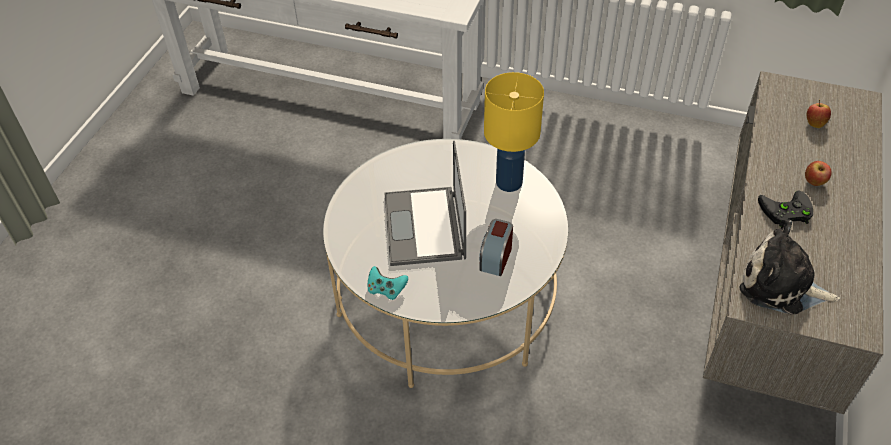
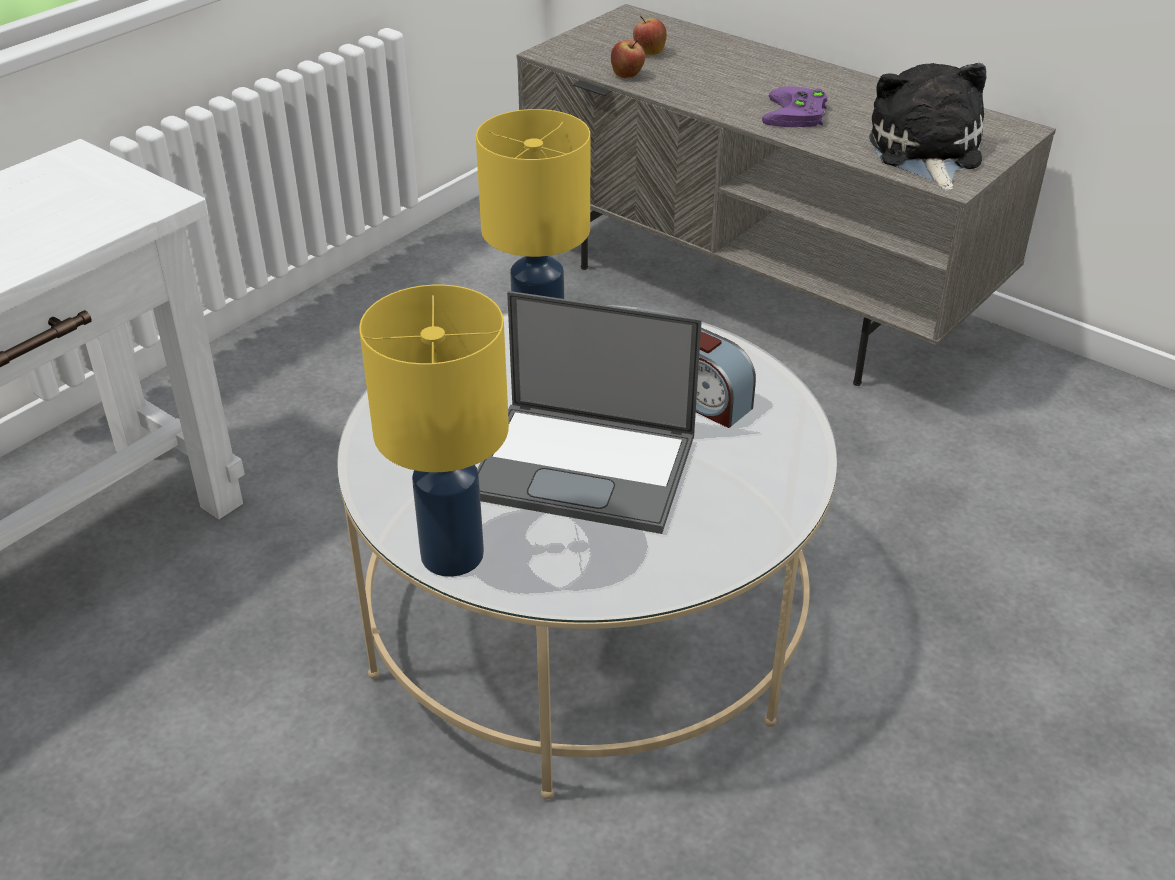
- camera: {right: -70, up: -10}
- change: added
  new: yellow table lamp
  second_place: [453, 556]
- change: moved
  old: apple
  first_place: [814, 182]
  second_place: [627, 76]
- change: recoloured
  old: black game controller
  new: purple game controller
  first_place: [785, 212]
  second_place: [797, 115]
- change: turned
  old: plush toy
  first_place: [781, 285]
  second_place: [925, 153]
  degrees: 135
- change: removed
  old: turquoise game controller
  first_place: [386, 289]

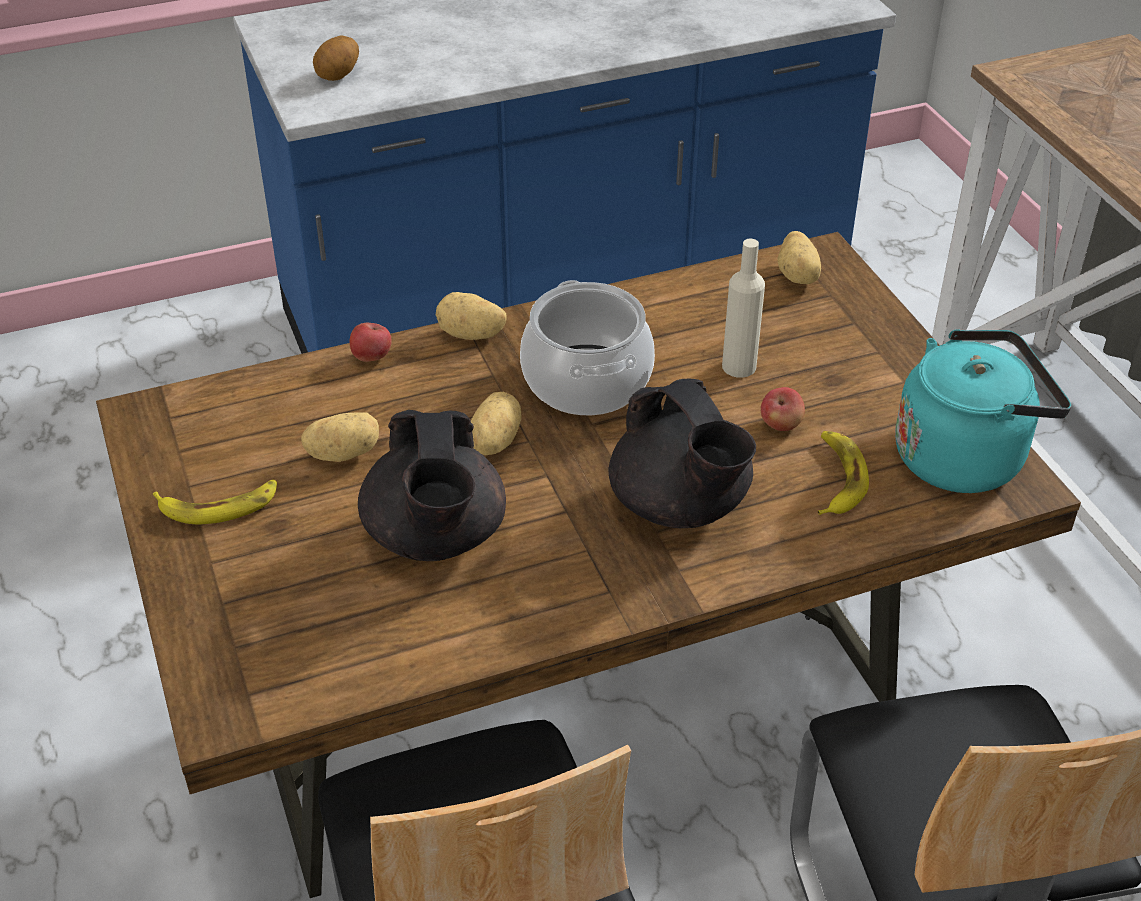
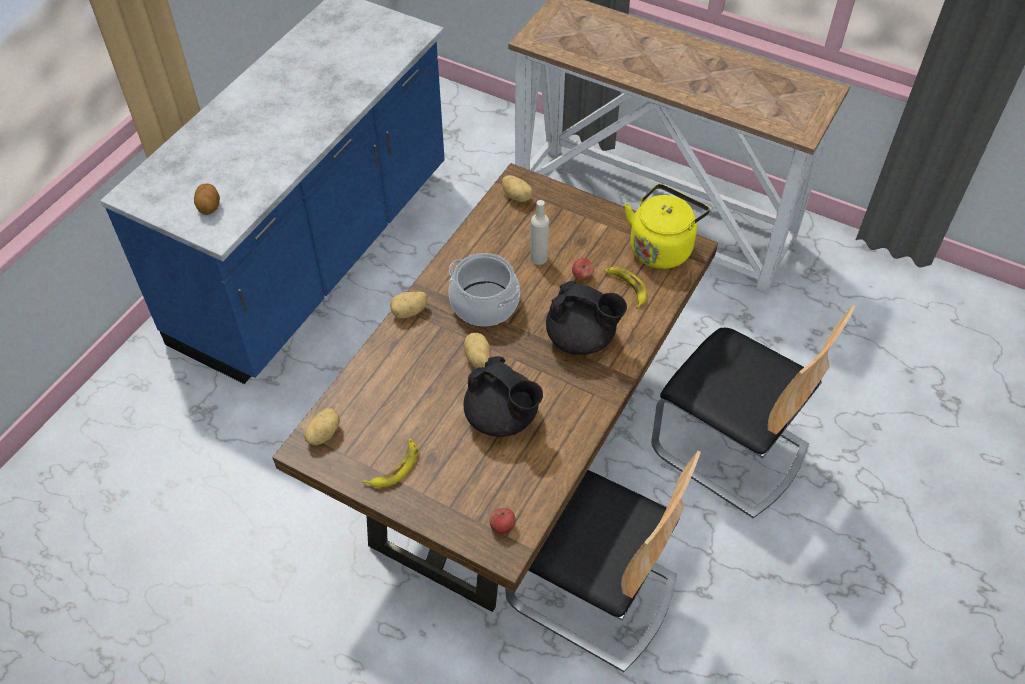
- camera: {right: -40, up: 10}
- change: moved
  old: potato
  first_place: [343, 453]
  second_place: [323, 433]
- change: moved
  old: apple
  first_place: [371, 357]
  second_place: [502, 527]
- change: recoloured
  old: turquoise kettle
  new: yellow kettle
  first_place: [965, 456]
  second_place: [662, 247]

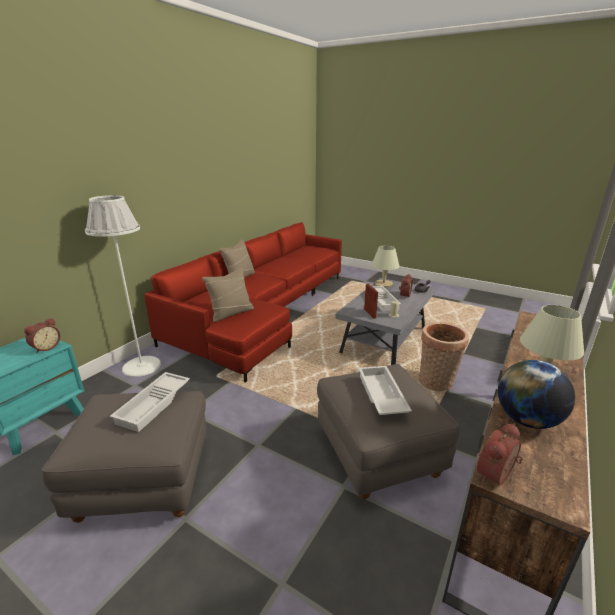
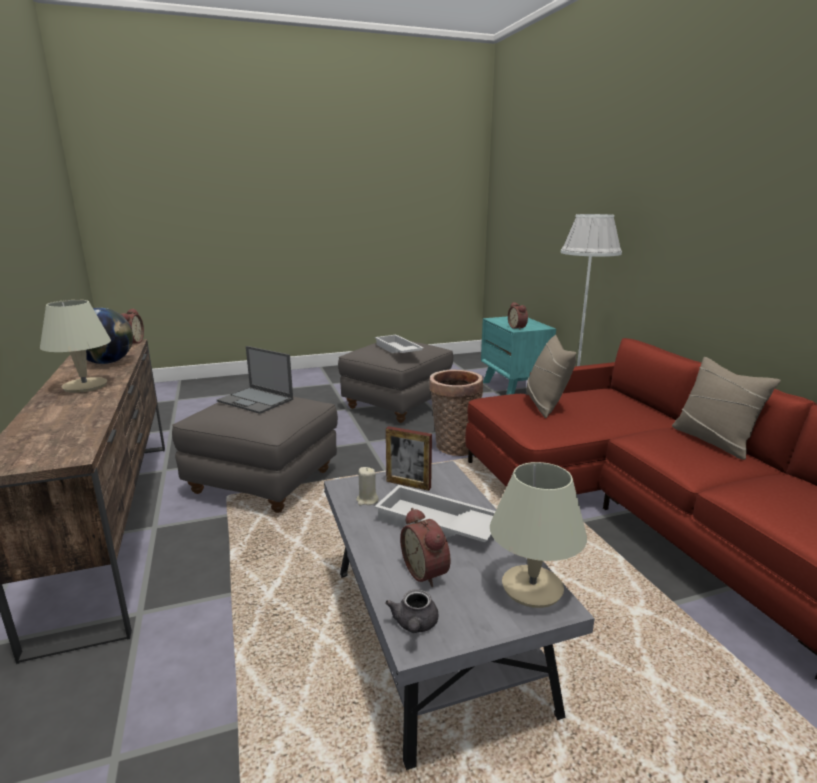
- camera: {right: 130, up: -5}
- change: replaced
  old: white tray
  new: laptop
  first_place: [380, 395]
  second_place: [256, 400]
- change: moved
  old: basket
  first_place: [437, 383]
  second_place: [453, 446]

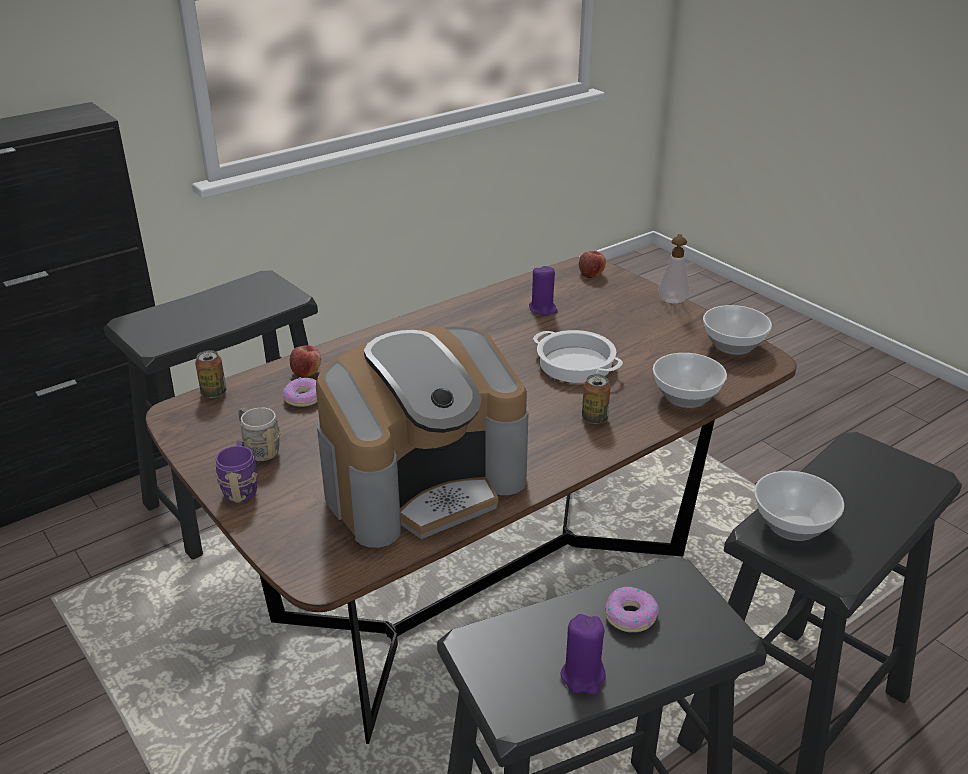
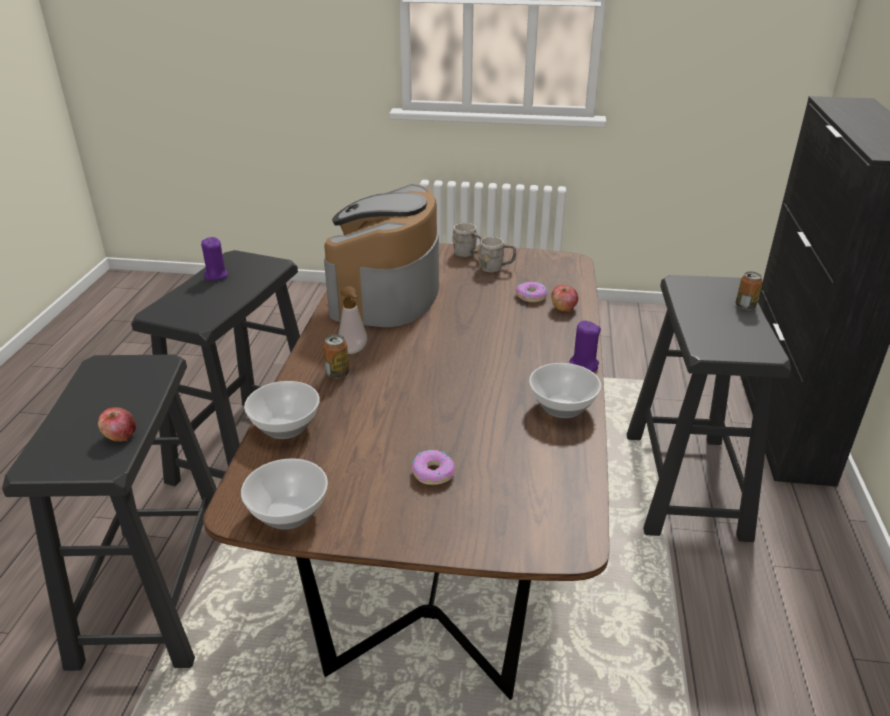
- camera: {right: 135, up: 0}
- change: moved
  old: apple
  first_place: [591, 274]
  second_place: [120, 436]
- change: moved
  old: soap dispenser
  first_place: [672, 300]
  second_place: [354, 351]
- change: moved
  old: donut
  first_place: [630, 615]
  second_place: [433, 472]
- change: recoloured
  old: purple mug
  new: grey mug
  first_place: [241, 487]
  second_place: [468, 254]
- change: moved
  old: bowl
  first_place: [794, 526]
  second_place: [561, 406]
- change: moved
  old: purple candle
  first_place: [543, 309]
  second_place: [583, 365]
- change: moved
  old: can
  first_place: [214, 393]
  second_place: [745, 306]
- change: removed
  old: cooking pot
  first_place: [574, 364]

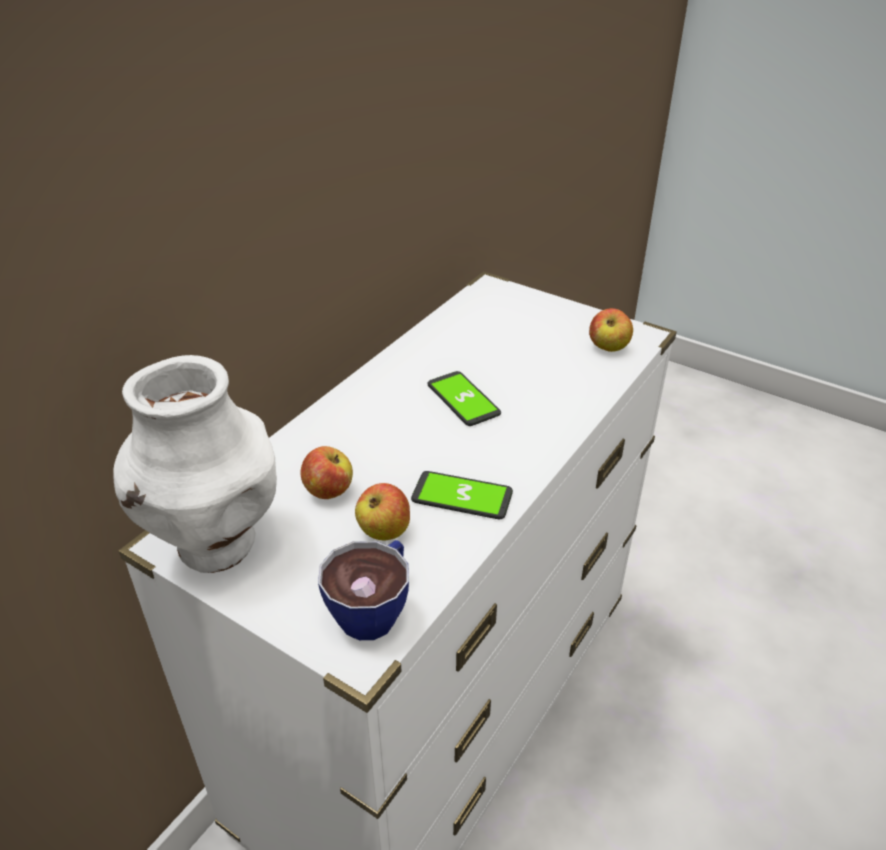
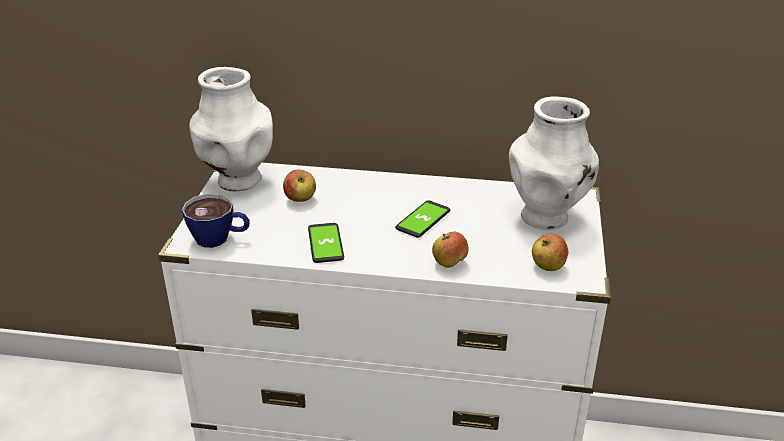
- camera: {right: 65, up: -5}
- change: moved
  old: apple
  first_place: [384, 531]
  second_place: [449, 263]
- change: added
  new: white vase
  second_place: [546, 217]

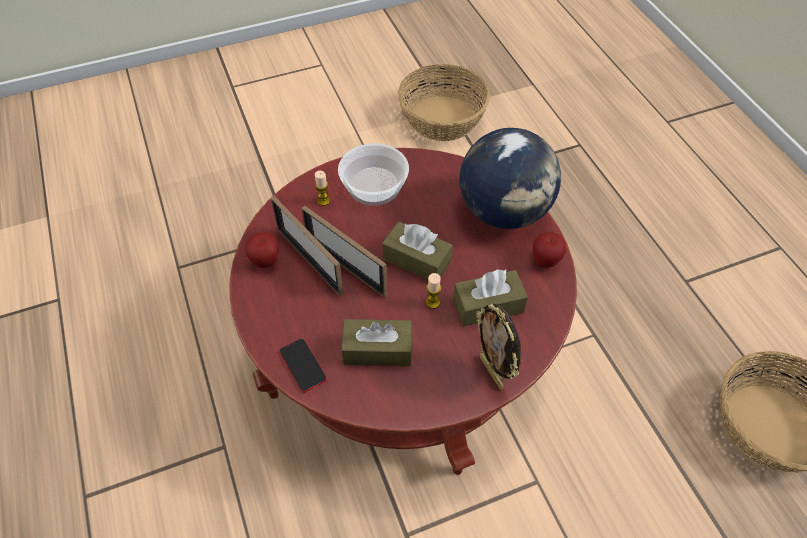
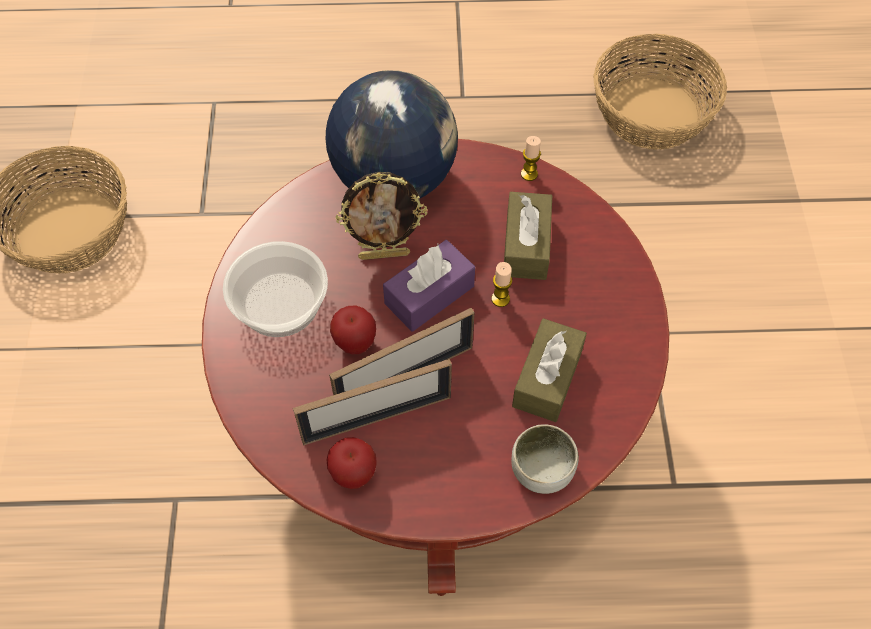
- camera: {right: -70, up: 5}
- change: moved
  old: apple
  first_place: [545, 261]
  second_place: [355, 343]
- change: moved
  old: picture frame
  first_place: [492, 372]
  second_place: [384, 254]
- change: recoloured
  old: brown tissue box
  new: purple tissue box
  first_place: [417, 260]
  second_place: [429, 295]
- change: replaced
  old: phone
  new: bowl
  first_place: [303, 365]
  second_place: [542, 469]
- change: moved
  old: candle
  first_place: [323, 200]
  second_place: [529, 174]

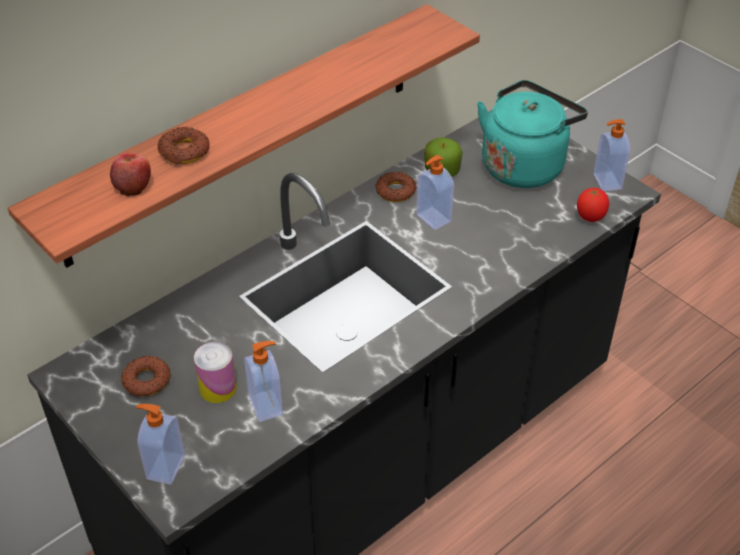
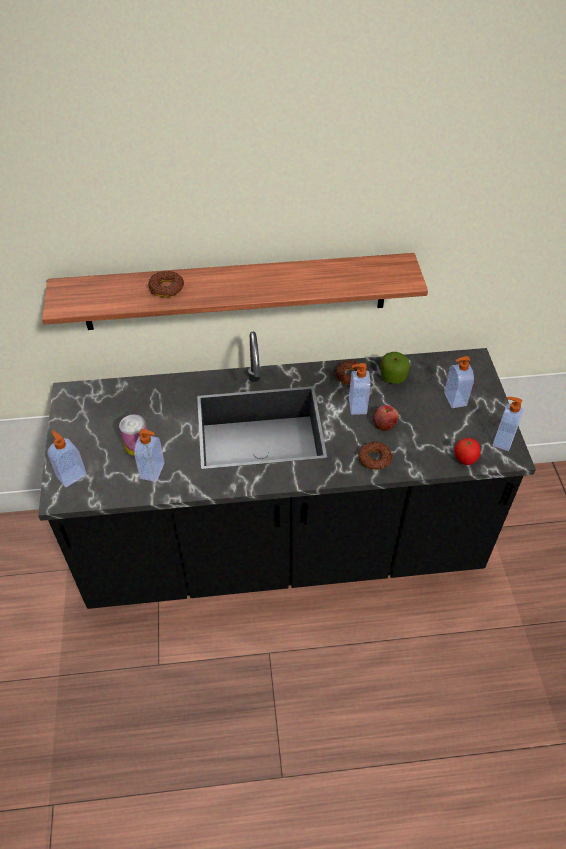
- camera: {right: 35, up: 5}
- change: moved
  old: donut
  first_place: [146, 381]
  second_place: [374, 458]
- change: moved
  old: apple
  first_place: [133, 186]
  second_place: [384, 424]
- change: replaced
  old: turquoise kettle
  new: soap dispenser
  first_place: [524, 164]
  second_place: [454, 399]

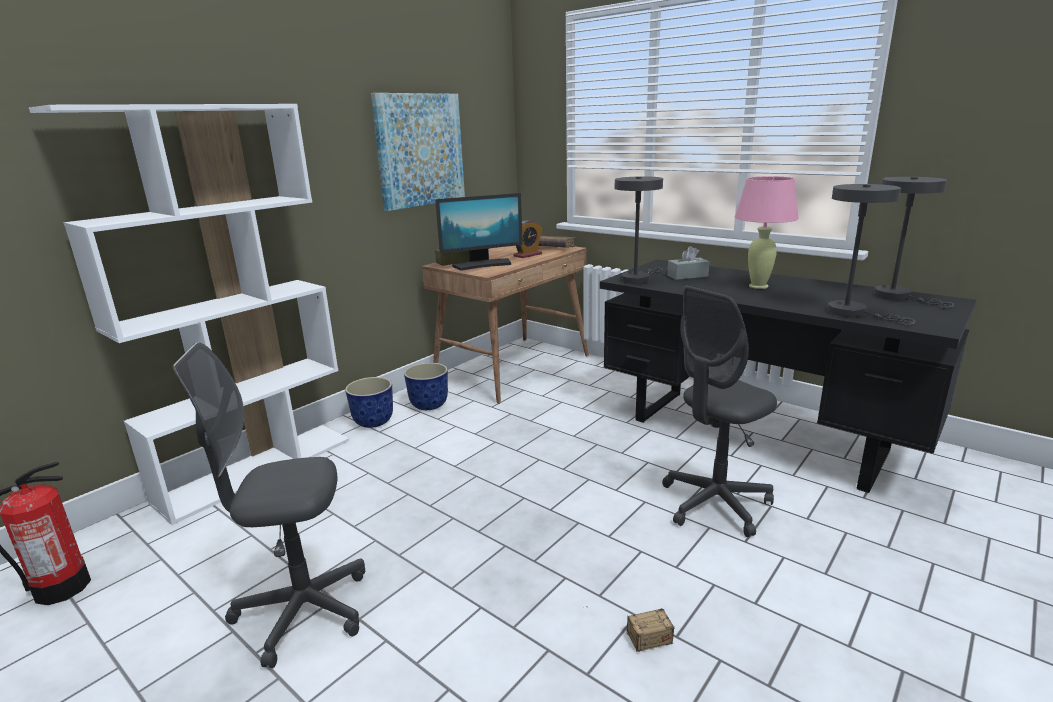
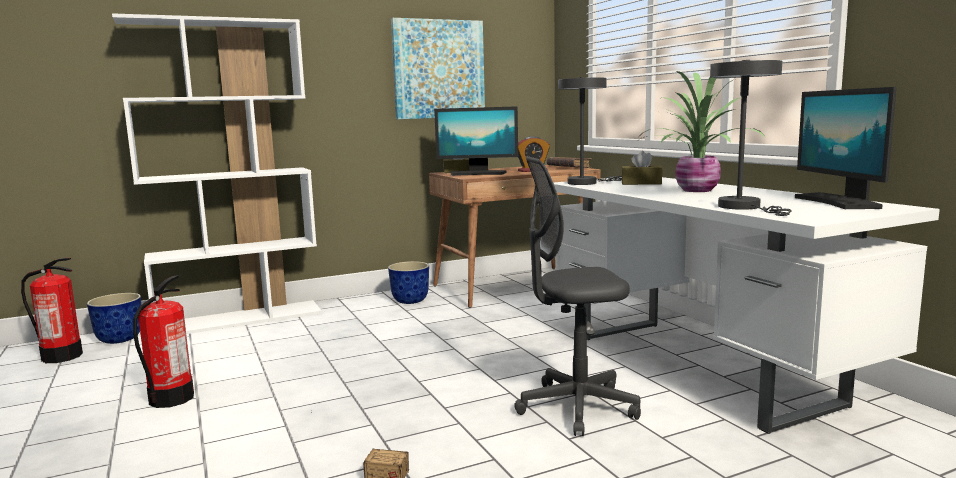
- camera: {right: 25, up: -10}
- change: moved
  old: planter
  first_place: [374, 422]
  second_place: [120, 339]
- change: replaced
  old: grey office chair
  new: fire extinguisher
  first_place: [303, 611]
  second_place: [170, 399]
- change: recoloured
  old: black desk
  new: white desk
  first_place: [756, 434]
  second_place: [699, 367]
- change: recoloured
  old: grey tissue box
  new: brown tissue box
  first_place: [687, 276]
  second_place: [641, 183]
- change: replaced
  old: pink table lamp
  new: potted plant
  first_place: [758, 286]
  second_place: [695, 190]
- change: replaced
  old: grey table lamp
  new: monitor
  first_place: [898, 296]
  second_place: [838, 202]

